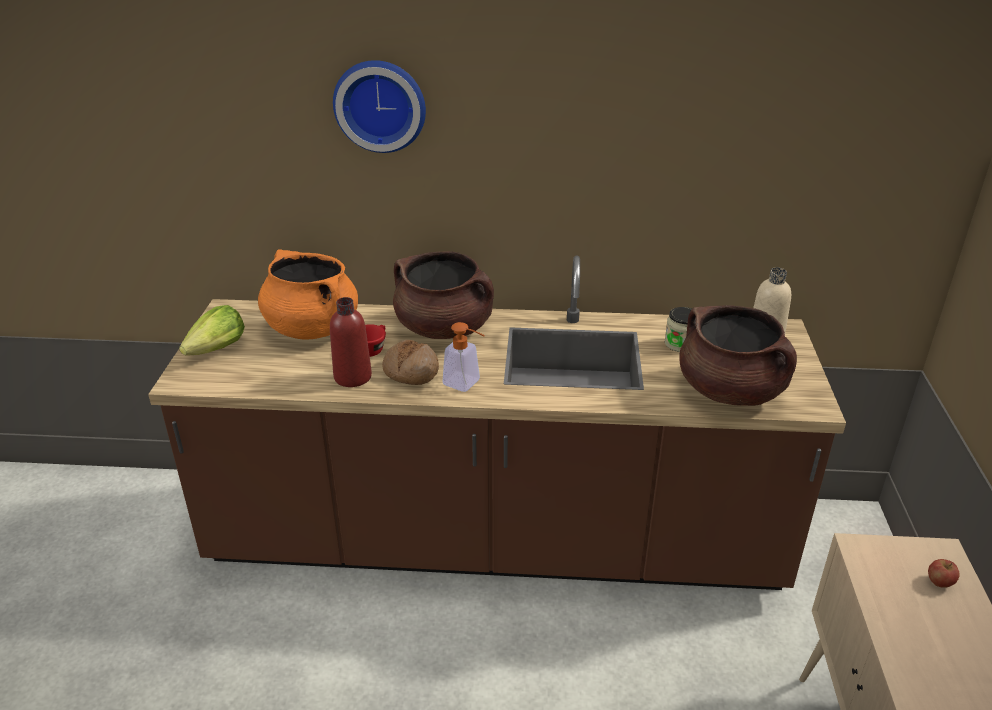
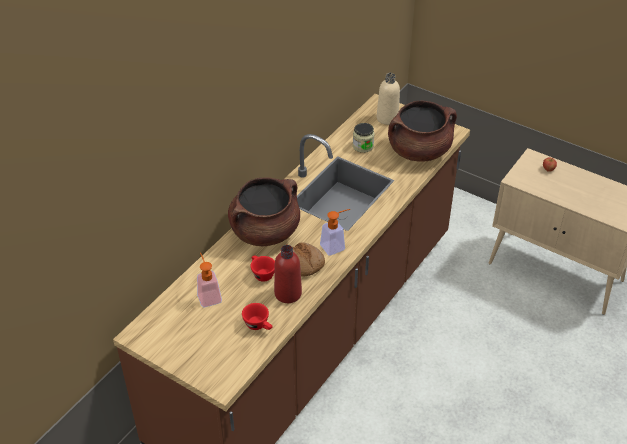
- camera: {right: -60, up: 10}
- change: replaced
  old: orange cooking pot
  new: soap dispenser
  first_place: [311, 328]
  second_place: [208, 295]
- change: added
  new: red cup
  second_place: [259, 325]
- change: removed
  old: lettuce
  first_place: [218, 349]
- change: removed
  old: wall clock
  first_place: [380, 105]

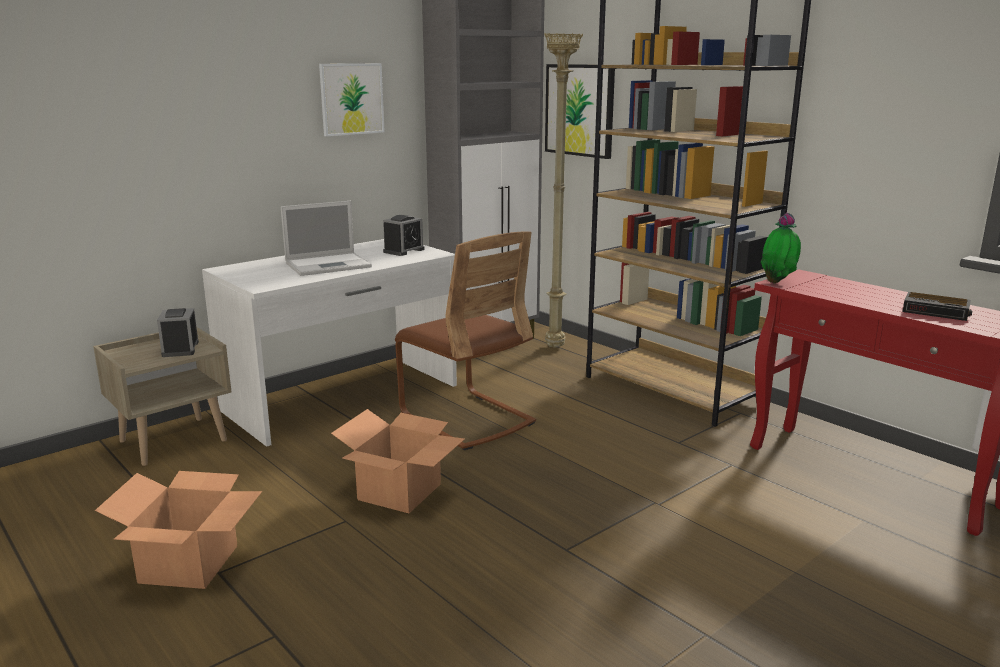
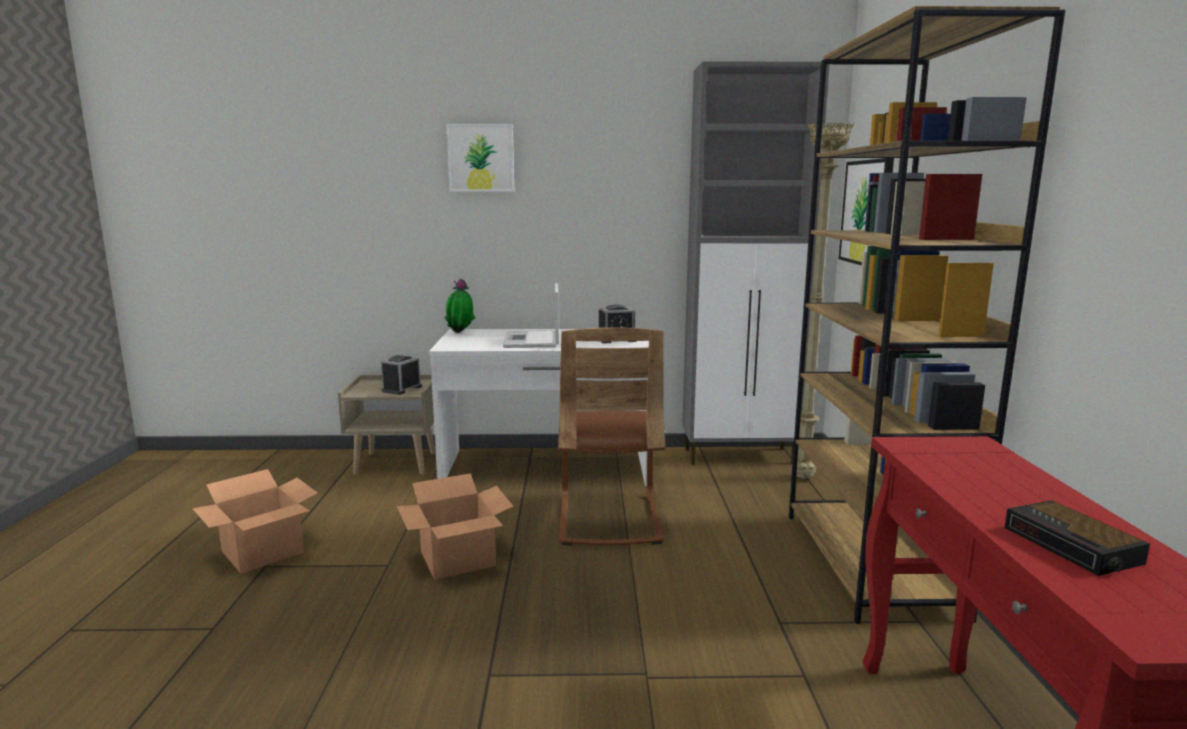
- camera: {right: 40, up: -5}
- change: moved
  old: potted plant
  first_place: [778, 282]
  second_place: [460, 333]
- change: moved
  old: picture
  first_place: [351, 99]
  second_place: [481, 158]
- change: turned
  old: laptop
  first_place: [329, 265]
  second_place: [532, 340]
  degrees: 75

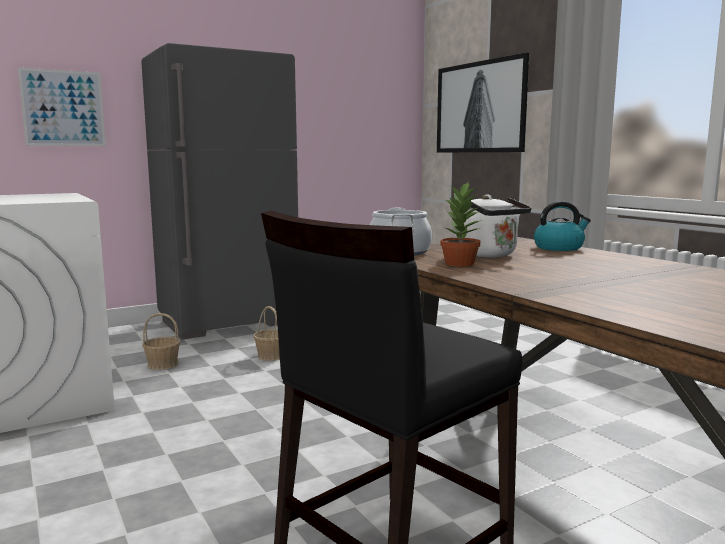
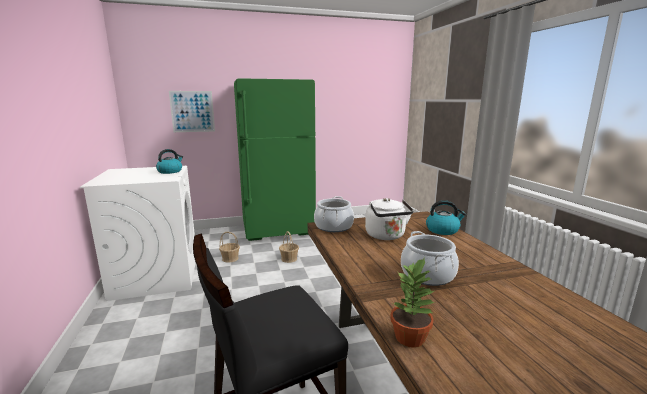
- camera: {right: 15, up: 5}
- change: added
  new: kettle
  second_place: [170, 171]
- change: recoloured
  old: grey fridge
  new: green fridge
  first_place: [229, 324]
  second_place: [278, 231]
- change: moved
  old: potted plant
  first_place: [460, 264]
  second_place: [411, 337]
- change: added
  new: cooking pot
  second_place: [428, 274]
- change: removed
  old: picture
  first_place: [479, 107]

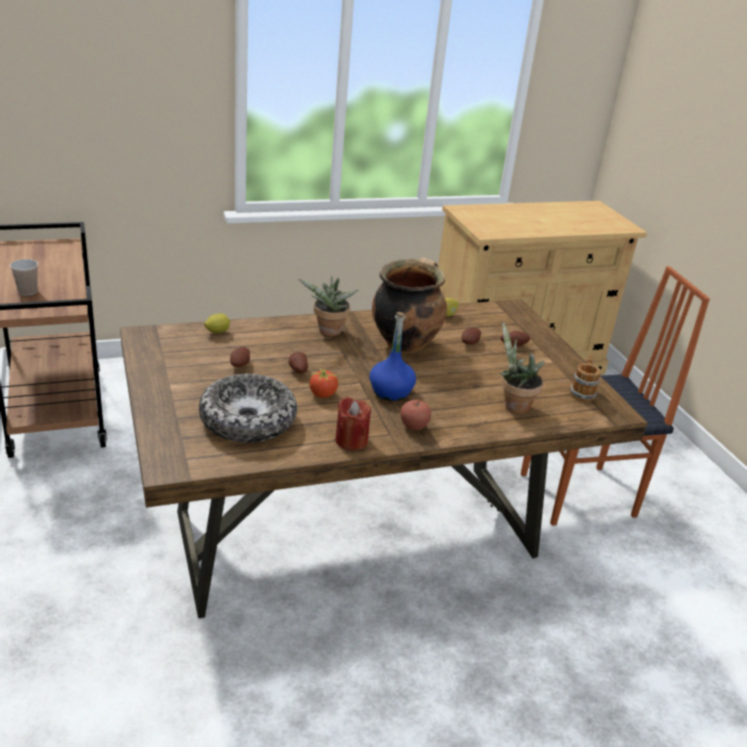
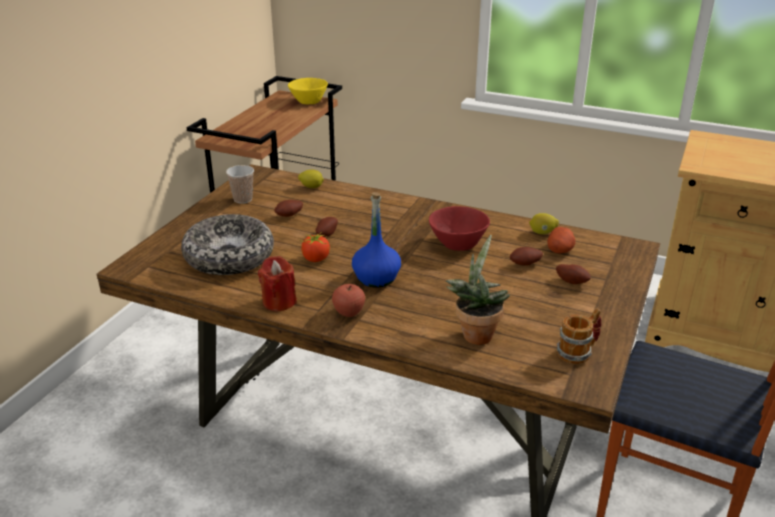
- camera: {right: 45, up: 0}
- change: moved
  old: cup
  first_place: [27, 291]
  second_place: [243, 199]
- change: added
  new: yellow bowl
  second_place: [308, 101]
- change: replaced
  old: cooking pot
  new: red bowl
  first_place: [405, 343]
  second_place: [458, 243]
- change: added
  new: potato
  second_place: [560, 250]
- change: removed
  old: potted plant
  first_place: [328, 332]

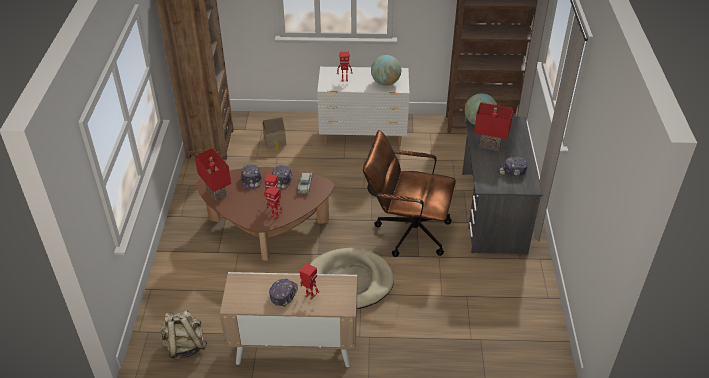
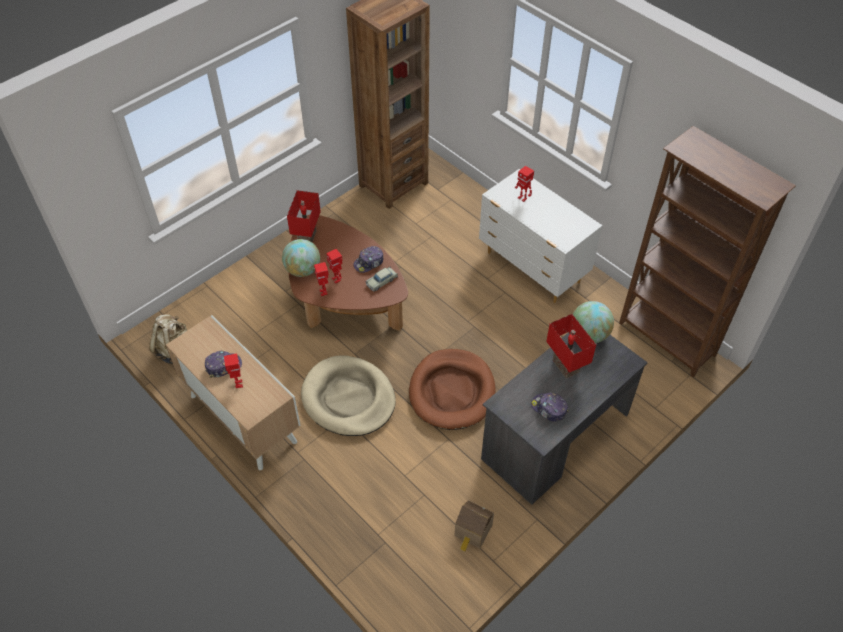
- camera: {right: 45, up: 10}
- change: moved
  old: globe
  first_place: [385, 83]
  second_place: [303, 270]
- change: replaced
  old: brown office chair
  new: brown dog bed
  first_place: [406, 231]
  second_place: [452, 391]
- change: moved
  old: toy house
  first_place: [275, 142]
  second_place: [472, 532]
- change: removed
  old: cap
  first_place: [251, 180]

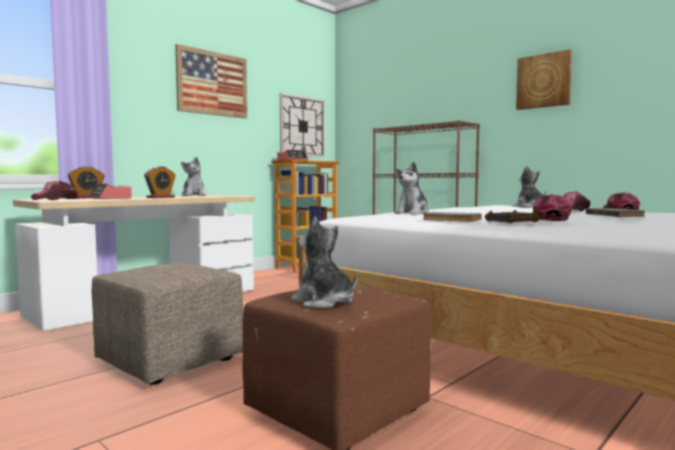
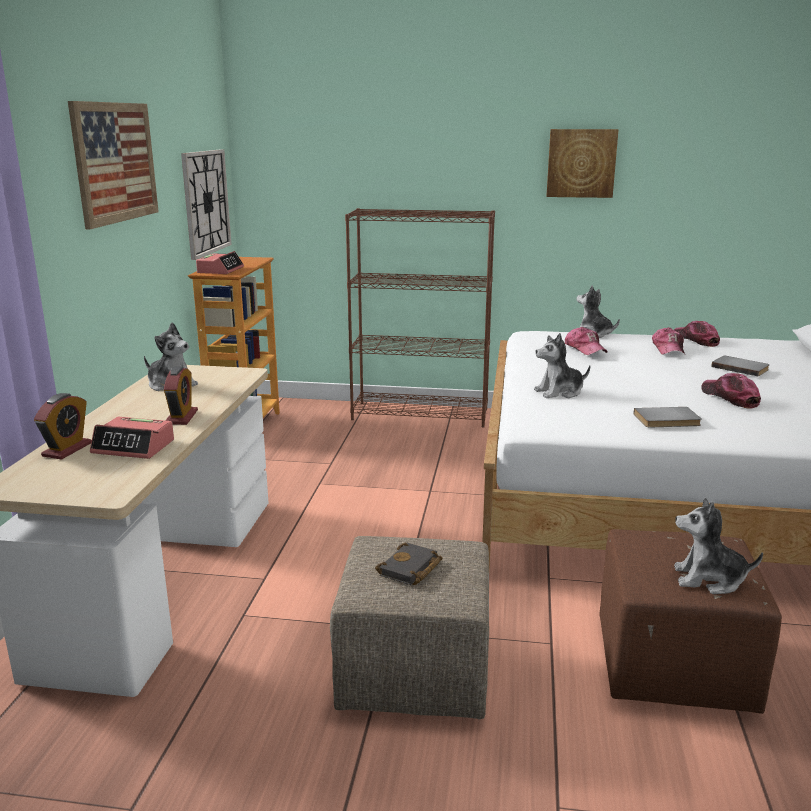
- camera: {right: -35, up: 15}
- change: moved
  old: black book
  first_place: [512, 222]
  second_place: [410, 570]
- change: turned
  old: plush toy
  first_place: [412, 213]
  second_place: [559, 392]
  degrees: 75
- change: moved
  old: cap
  first_place: [56, 199]
  second_place: [585, 349]

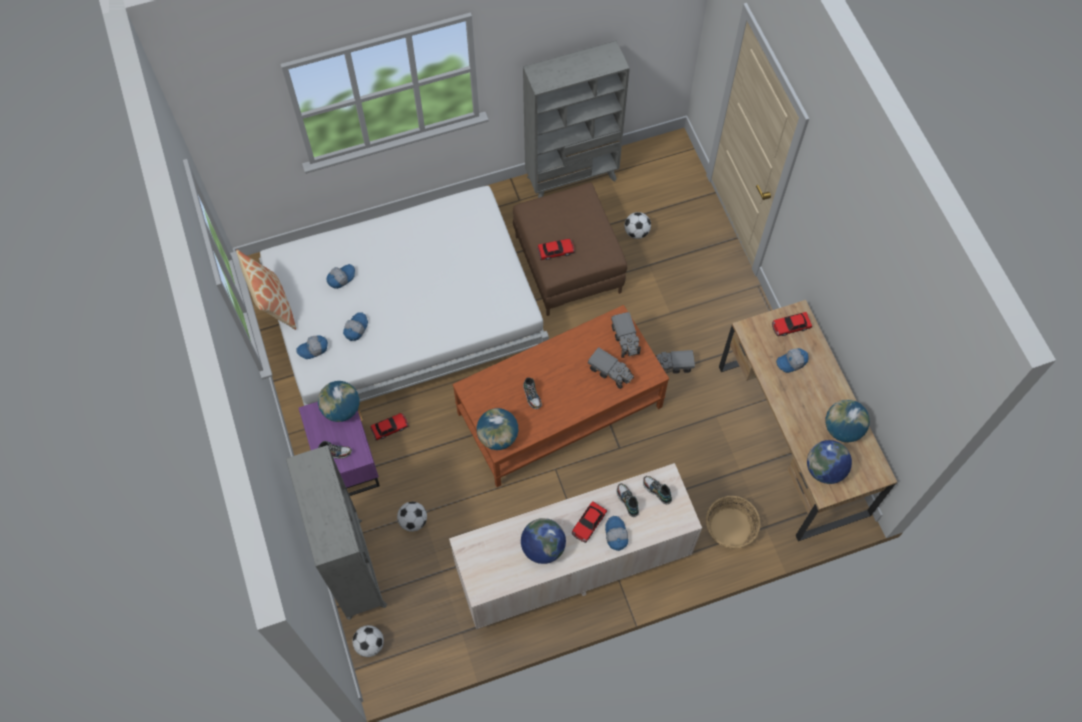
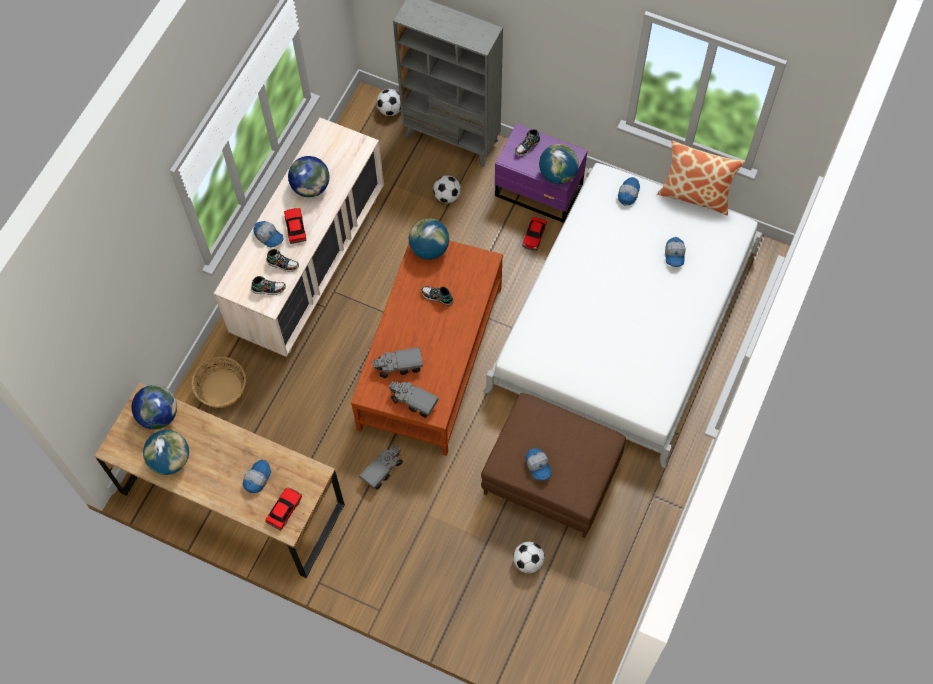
- camera: {right: 135, up: 0}
- change: moved
  old: cap
  first_place: [355, 328]
  second_place: [539, 466]
- change: removed
  old: grey bookcase
  first_place: [572, 178]
- change: removed
  old: toy car
  first_place: [556, 251]

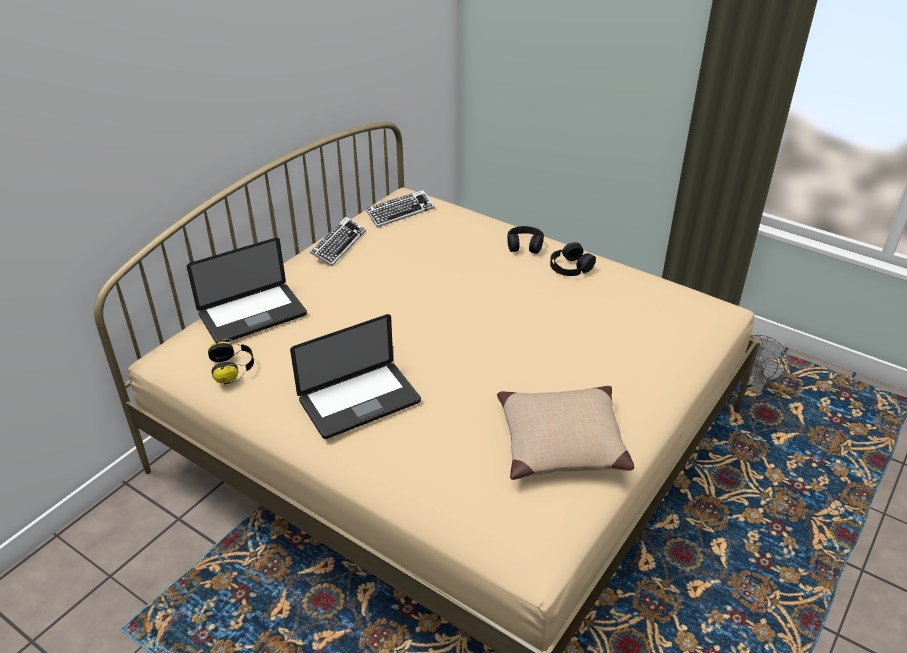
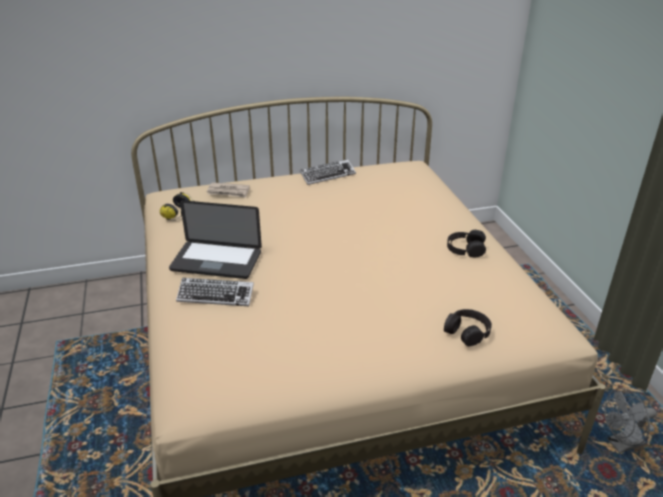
- camera: {right: 40, up: -5}
- change: moved
  old: keyboard
  first_place: [400, 212]
  second_place: [216, 296]
- change: replaced
  old: laptop
  new: newspaper
  first_place: [252, 315]
  second_place: [228, 192]
- change: moved
  old: black headphones
  first_place: [525, 245]
  second_place: [467, 331]
- change: removed
  old: beige pillow
  first_place: [562, 443]

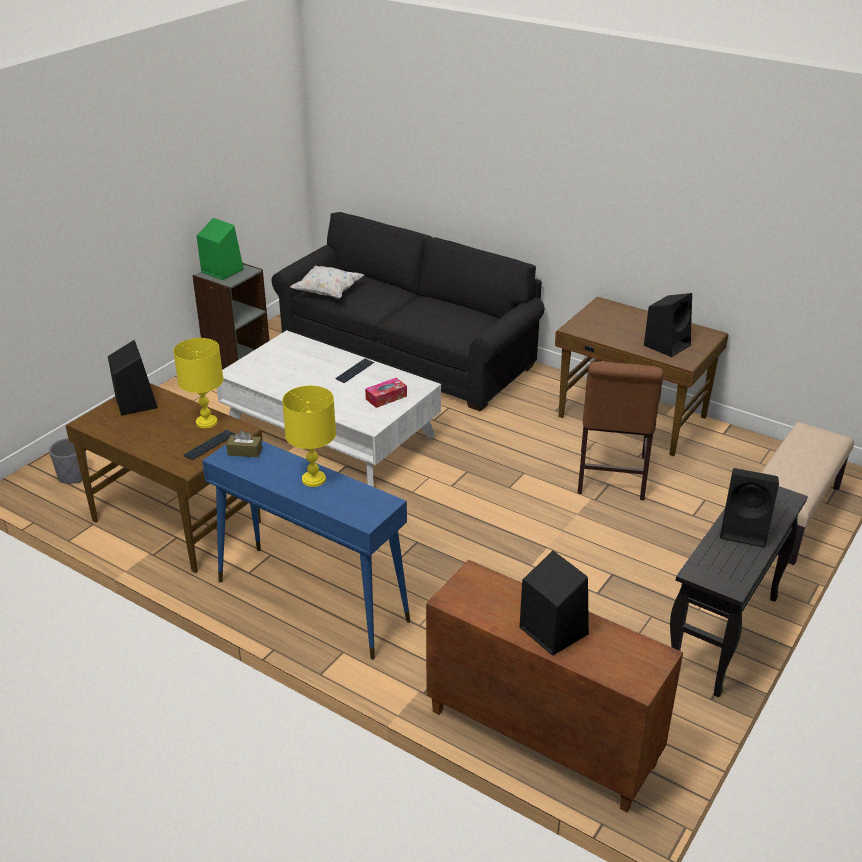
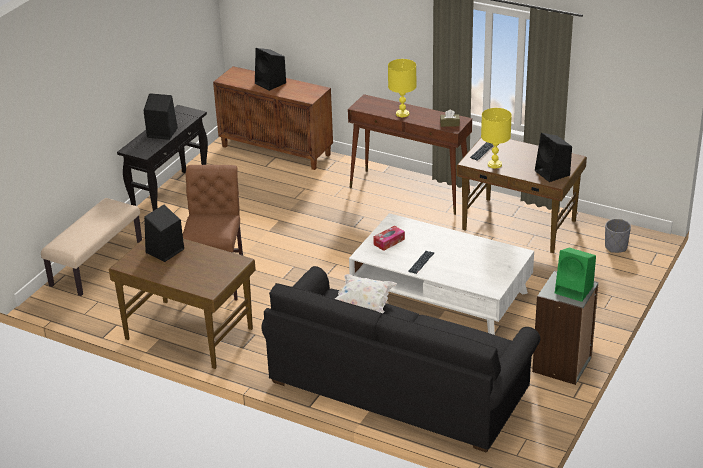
- camera: {right: 175, up: 0}
- change: moved
  old: white pillow
  first_place: [327, 293]
  second_place: [364, 303]
- change: recoloured
  old: blue console table
  new: brown console table
  first_place: [311, 600]
  second_place: [410, 192]

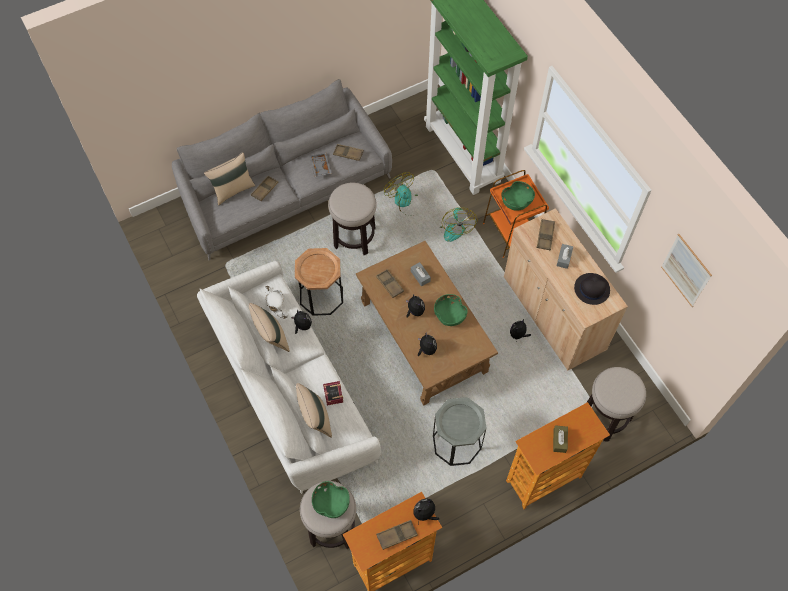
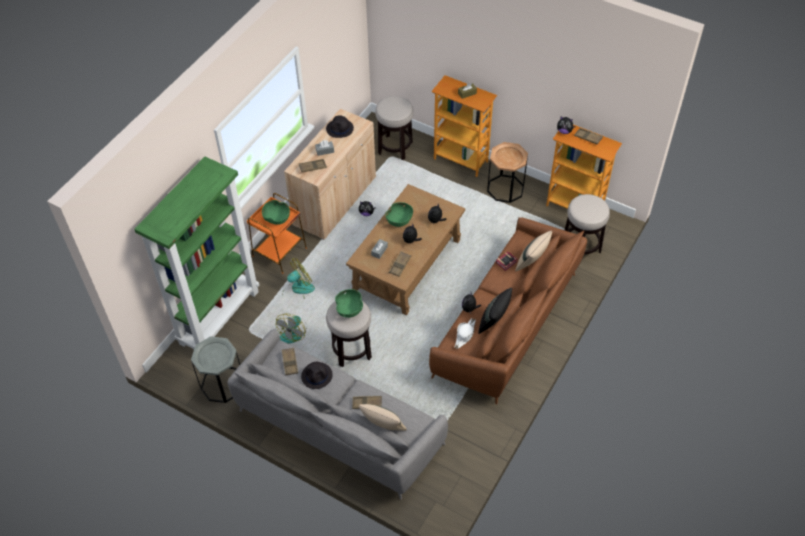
- camera: {right: -120, up: -10}
- change: moved
  old: grey side table
  first_place: [456, 442]
  second_place: [222, 384]
- change: replaced
  old: grey tray
  new: black hat
  first_place: [320, 167]
  second_place: [317, 376]
- change: moved
  old: green bowl
  first_place: [331, 504]
  second_place: [349, 309]
- change: recoloured
  old: white sofa
  new: brown sofa
  first_place: [289, 388]
  second_place: [508, 322]
- change: recoloured
  old: beige pillow
  new: black pillow
  first_place: [271, 337]
  second_place: [494, 322]
- change: moved
  old: brown side table
  first_place: [321, 296]
  second_place: [505, 188]
- change: removed
  old: picture
  first_place: [686, 270]

